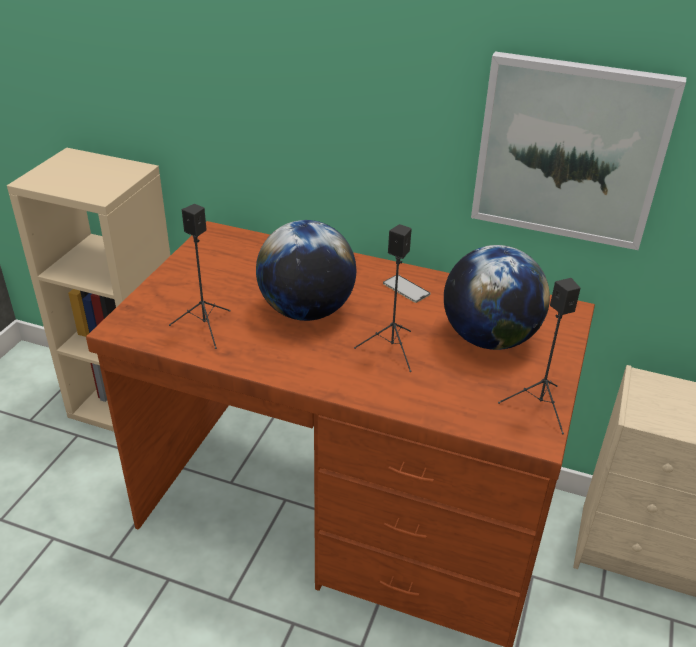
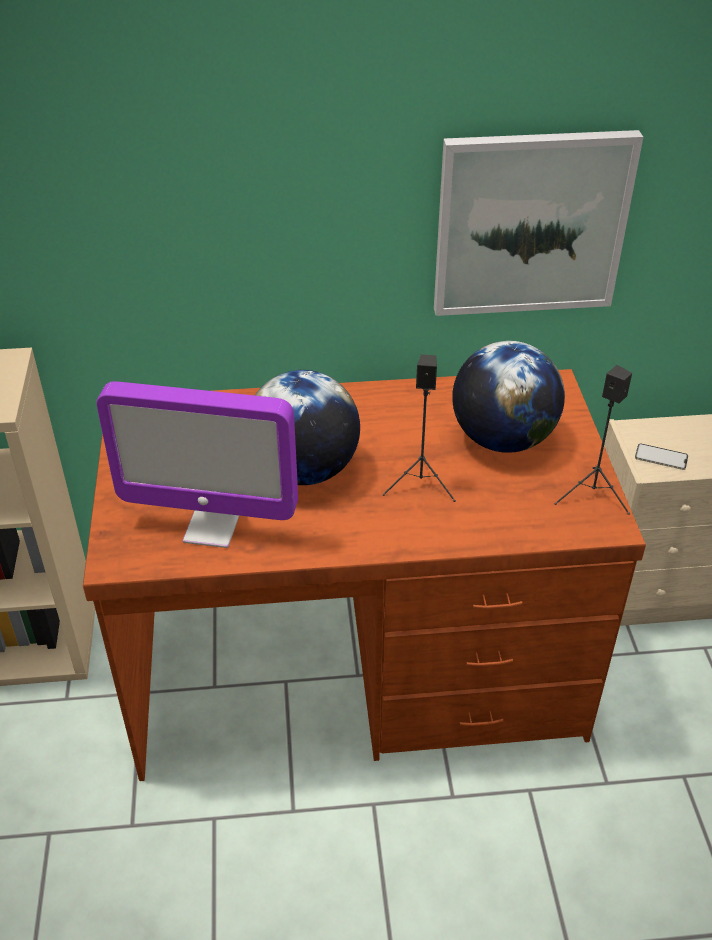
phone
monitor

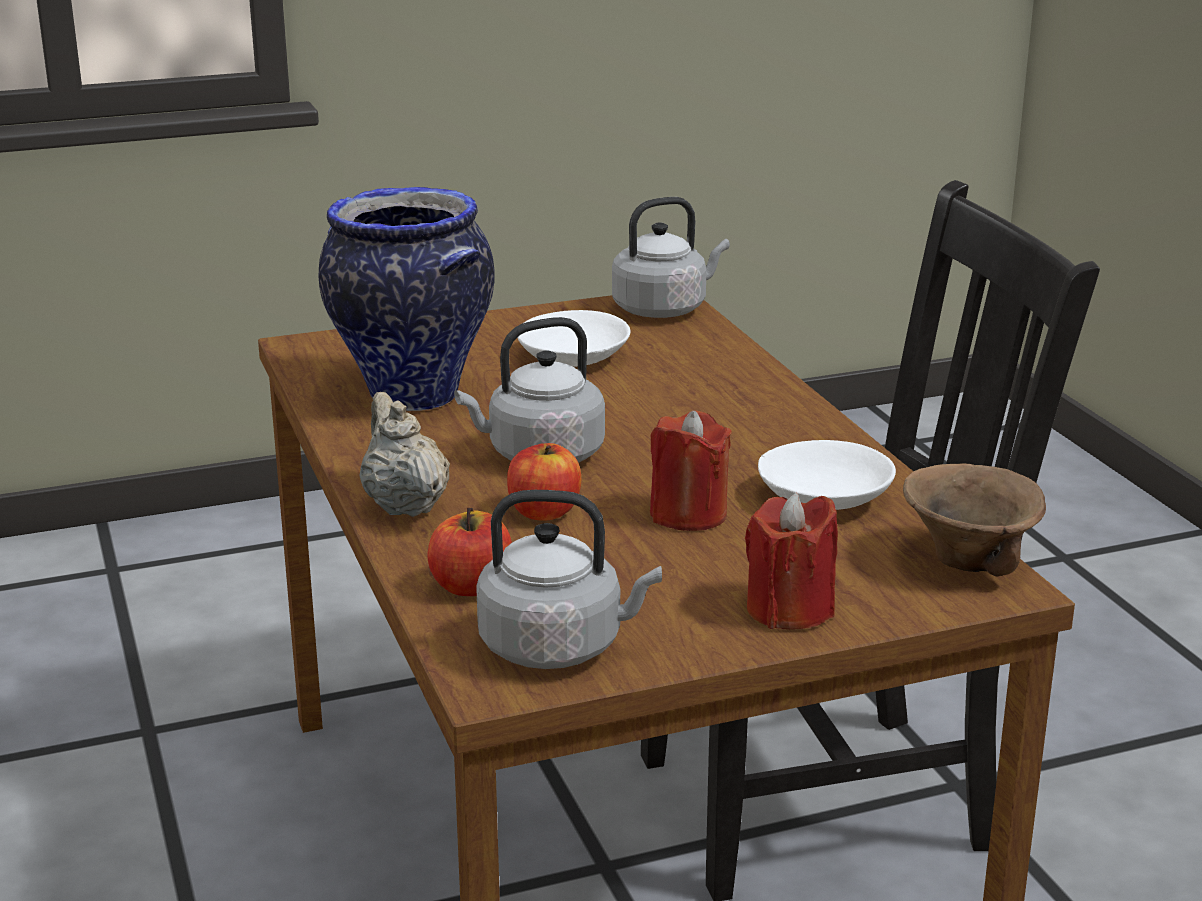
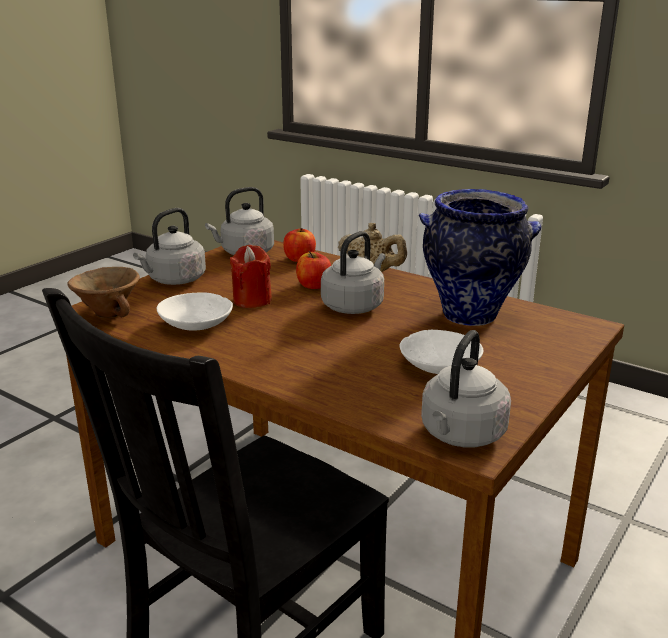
grey_kettle (1st from left)

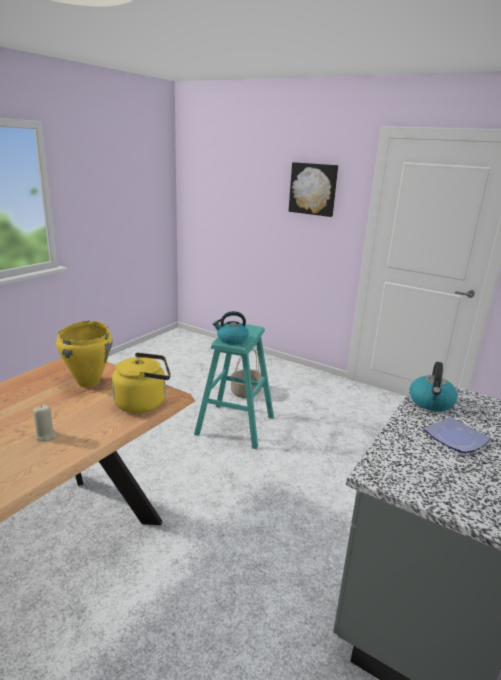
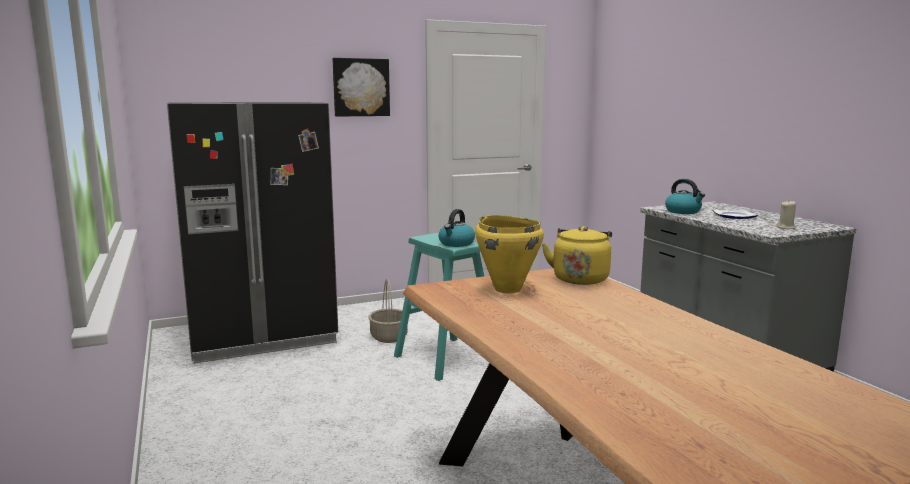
black_fridge
beige_candle

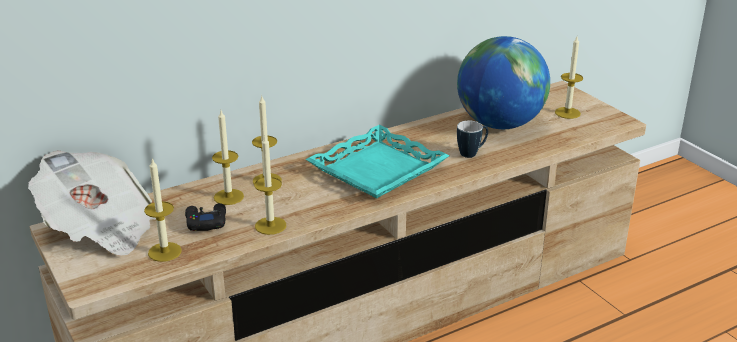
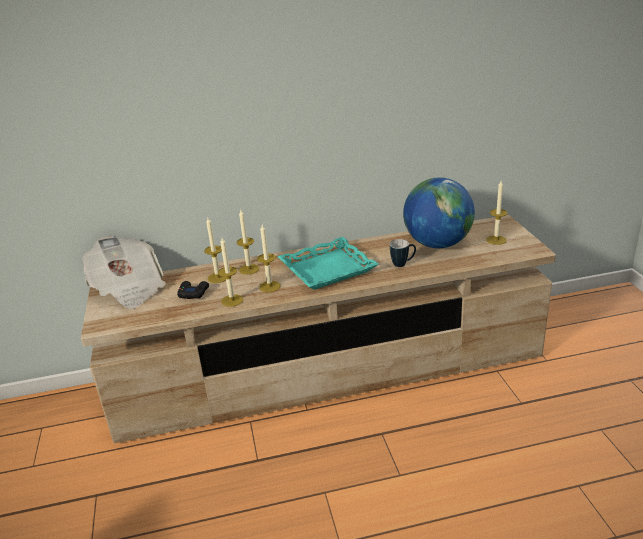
candle (4th from left)

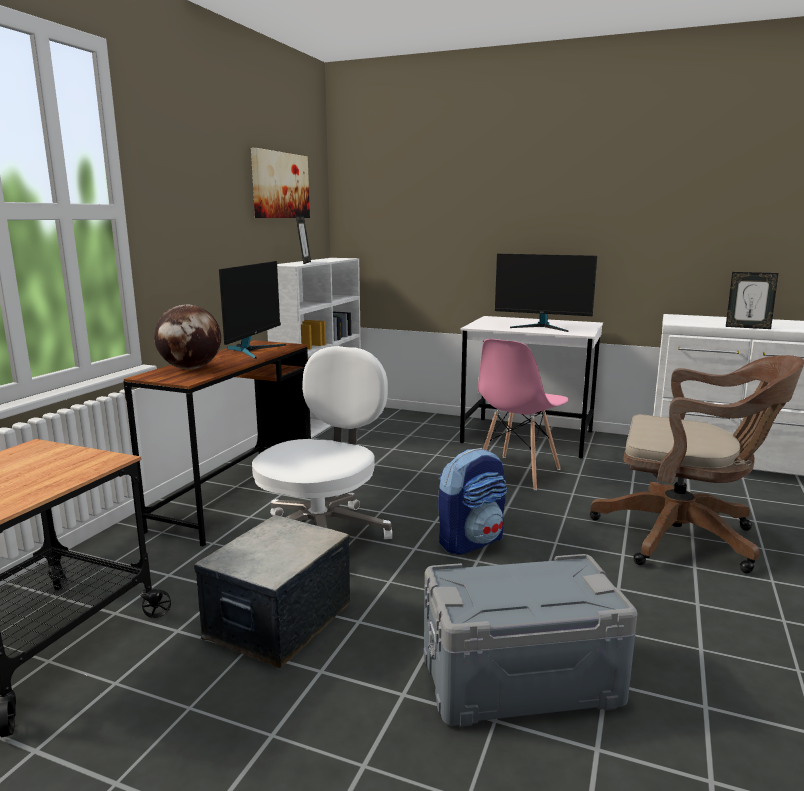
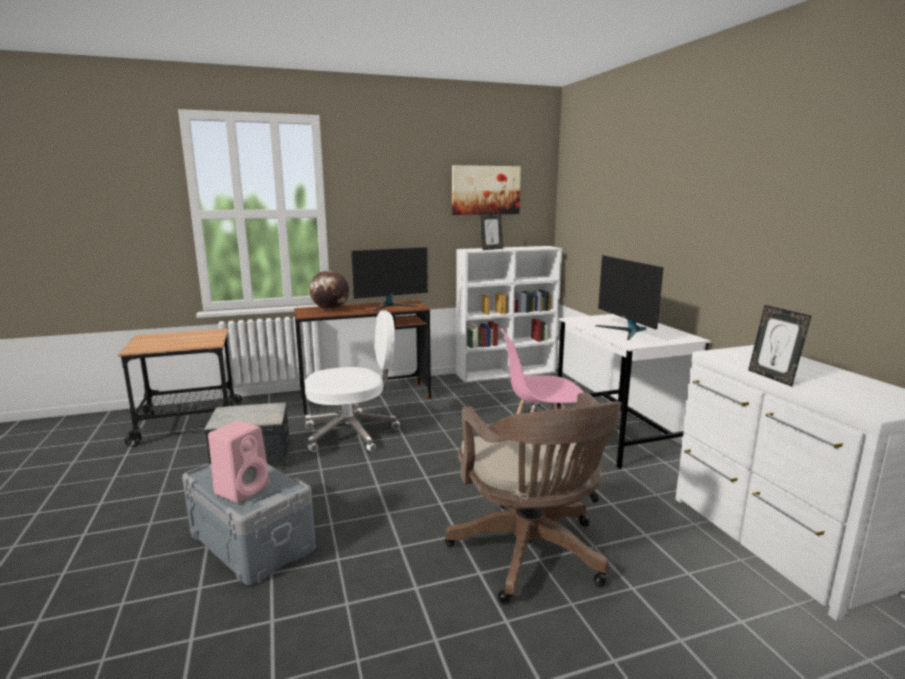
backpack
pink_speaker

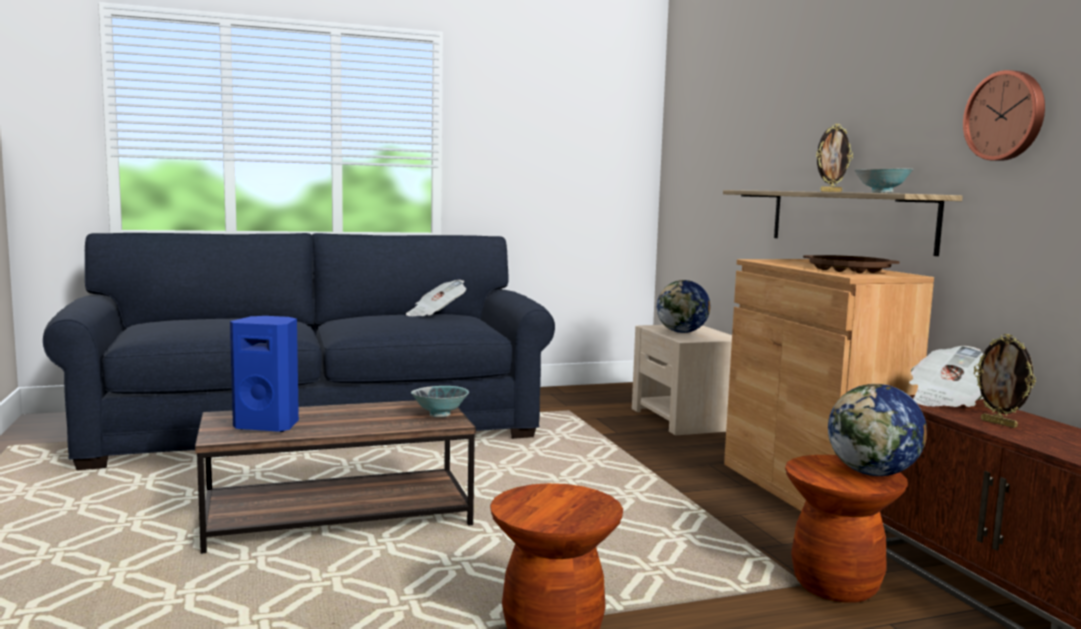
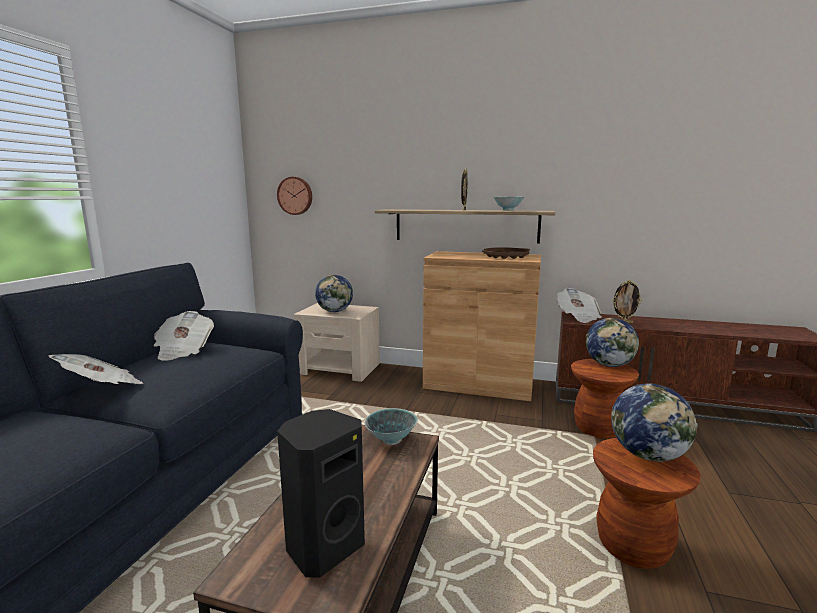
newspaper (1st from left)
globe (3rd from left)
wall_clock
black_speaker

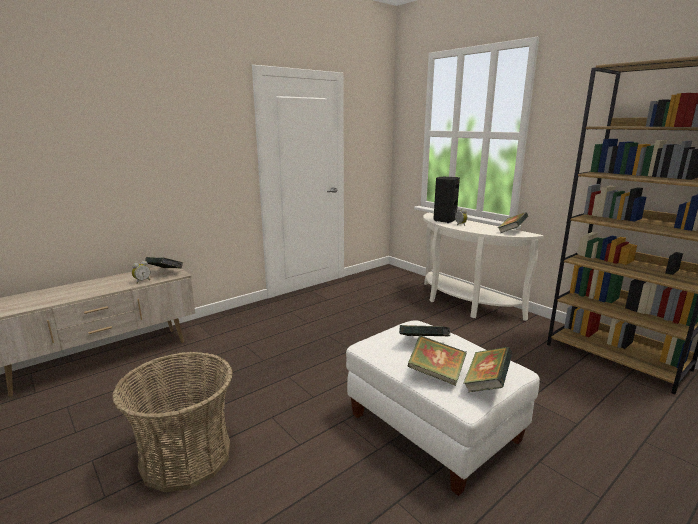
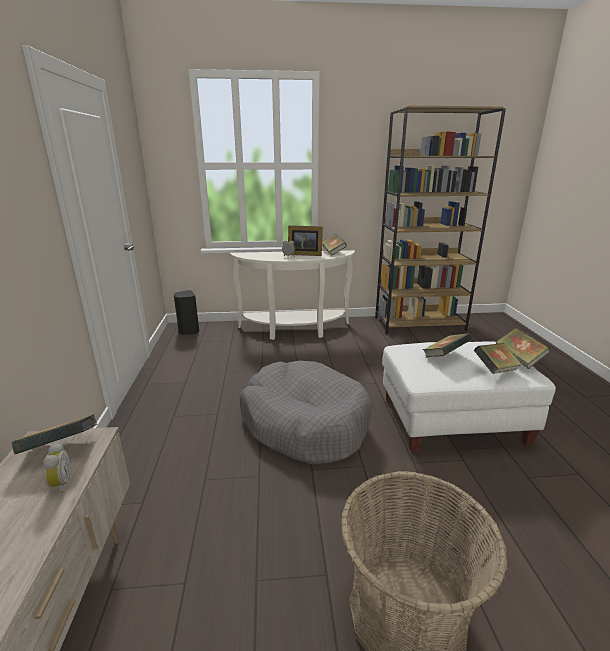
grey_dog_bed
picture_frame
black_speaker

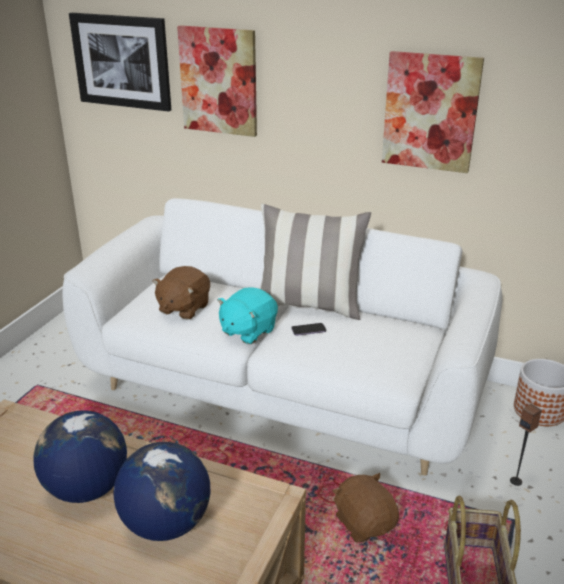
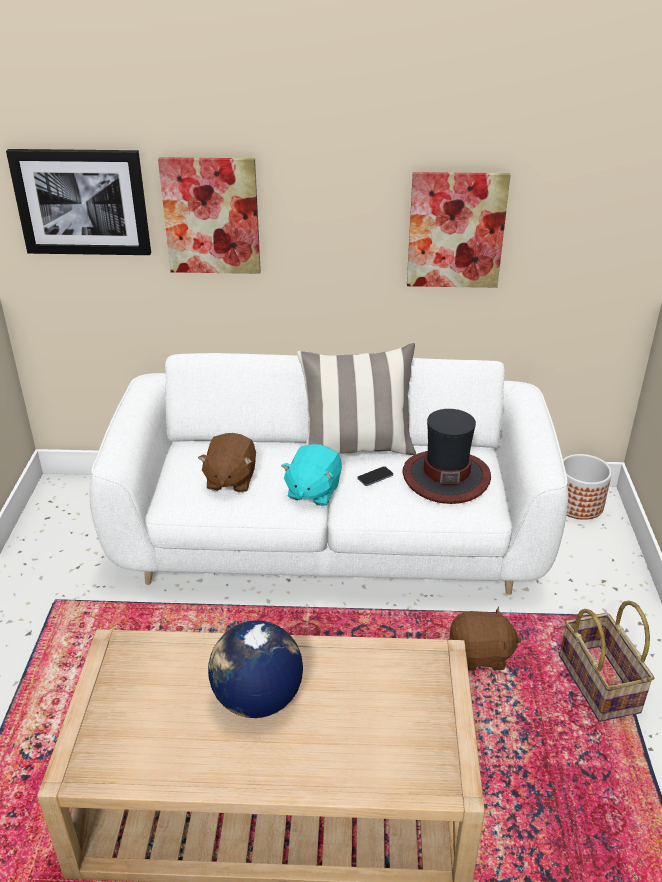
globe (2nd from left in the first image)
speaker
hat
brown_plush_toy (2nd from left)

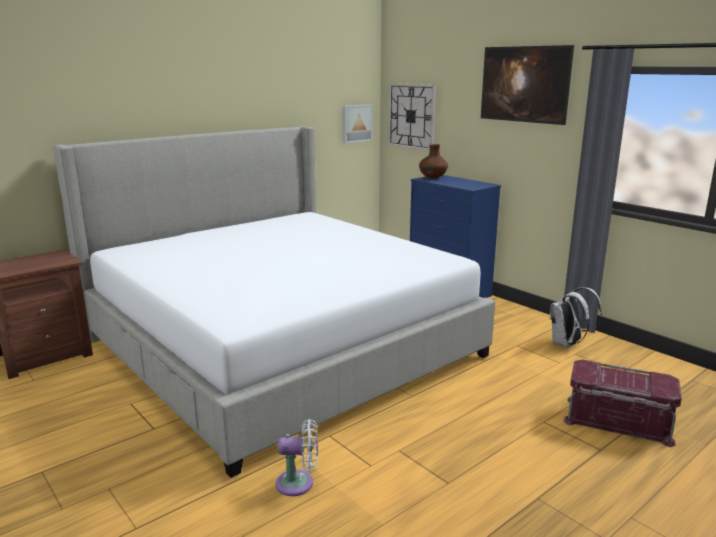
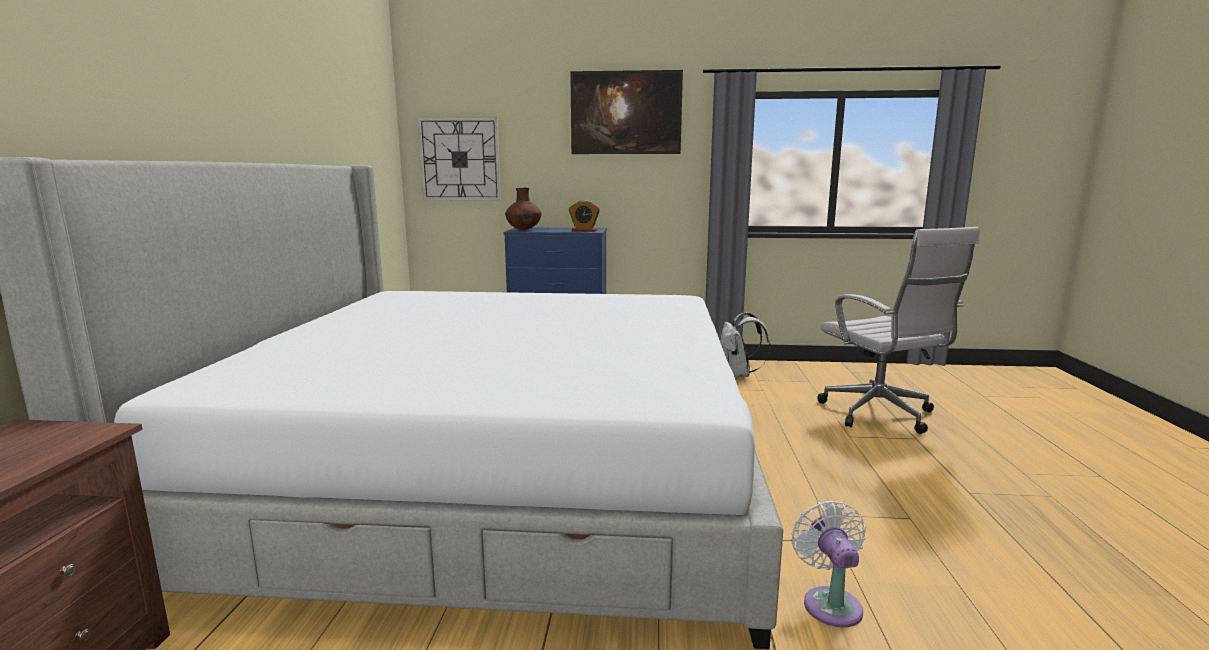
picture (1st from left in the first image)
alarm_clock
white_office_chair
white_fan

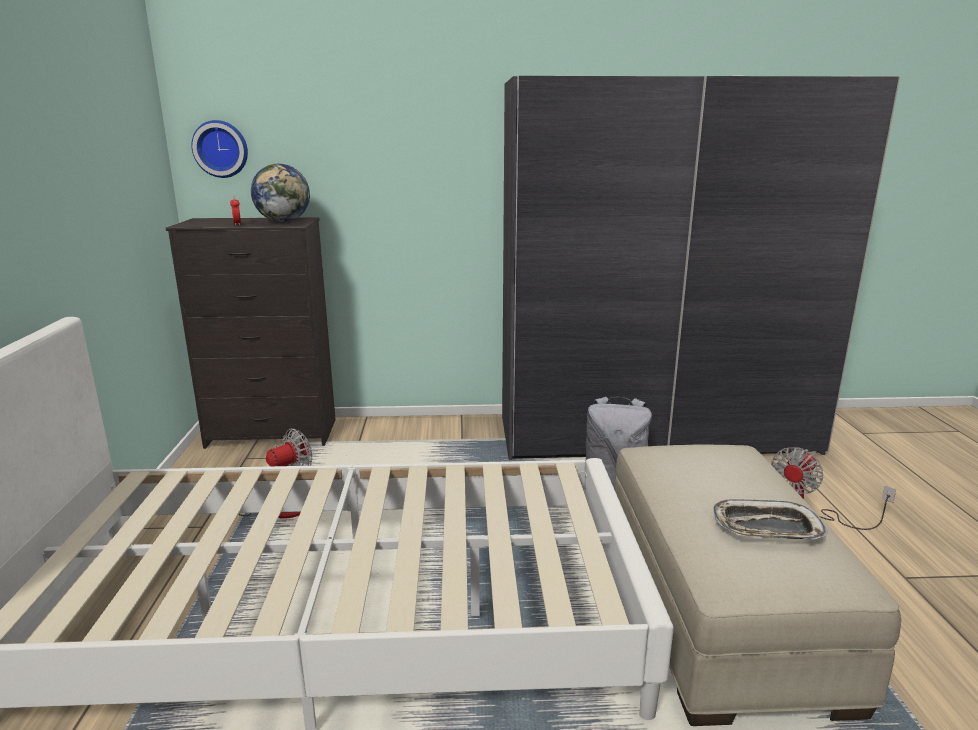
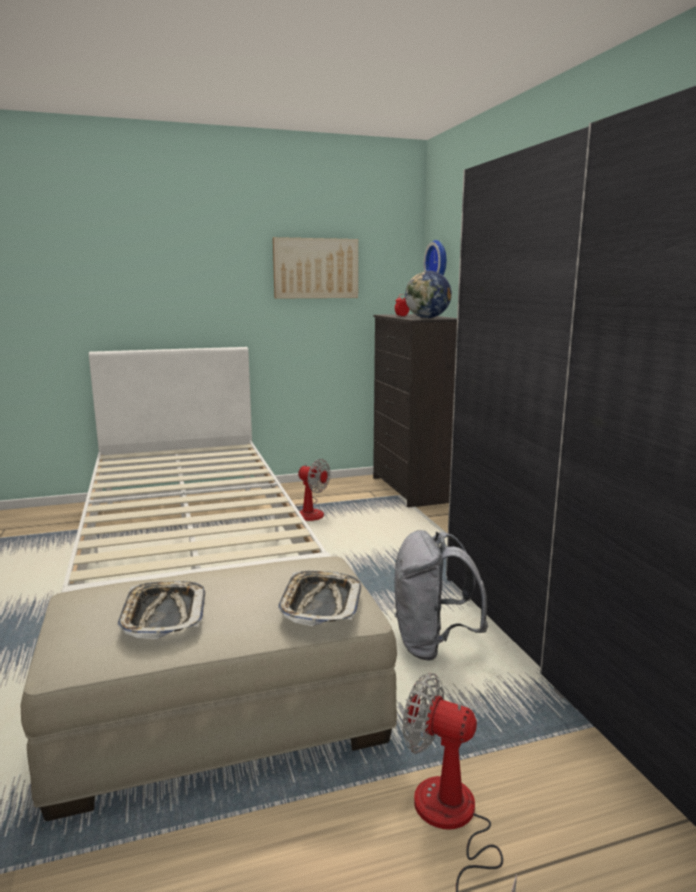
picture
tray (2nd from left)

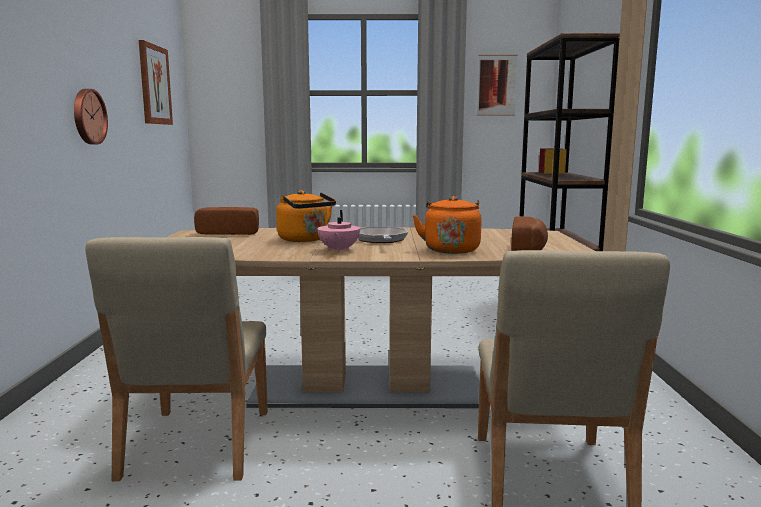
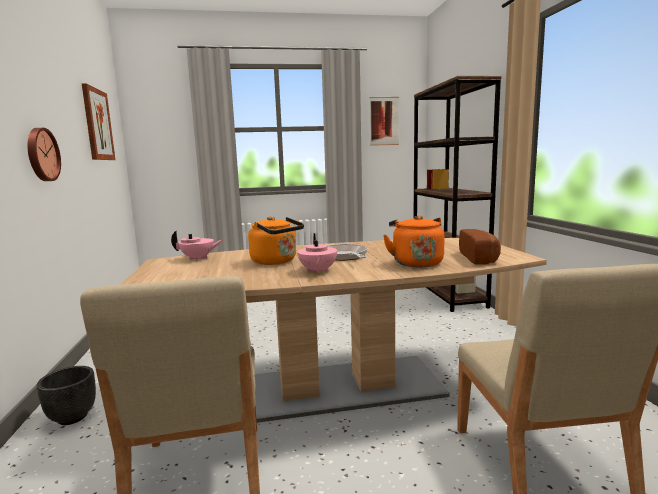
black_planter
pink_teapot (1st from left)

